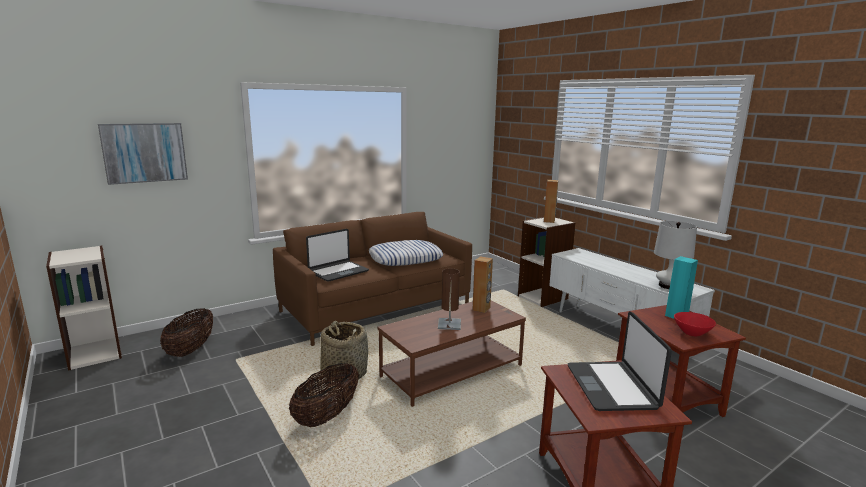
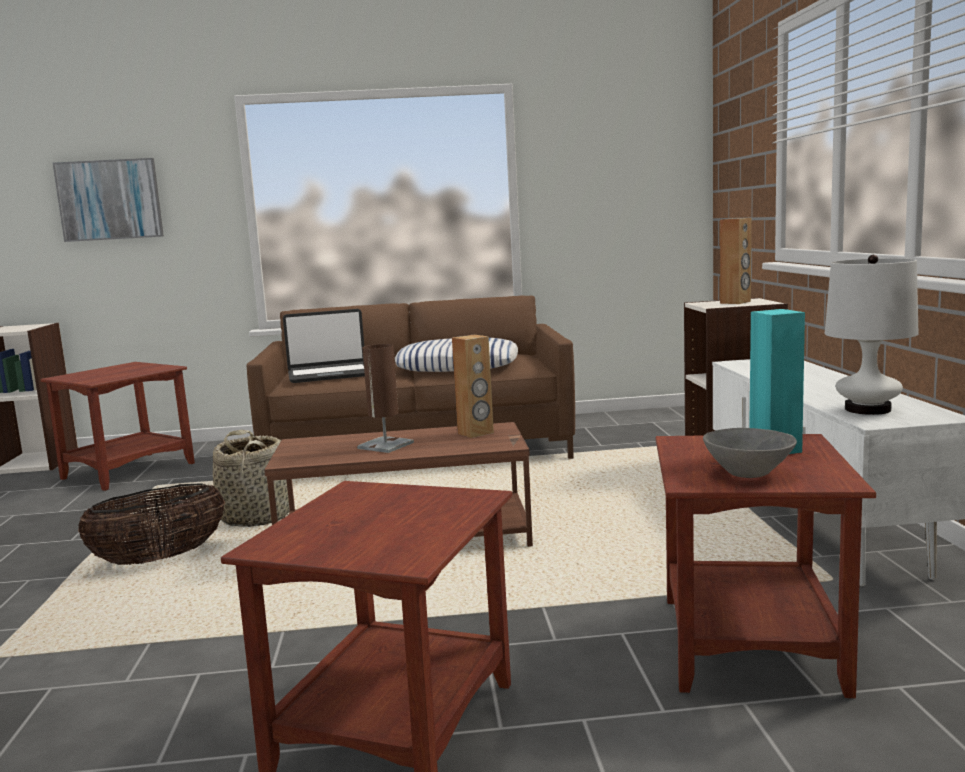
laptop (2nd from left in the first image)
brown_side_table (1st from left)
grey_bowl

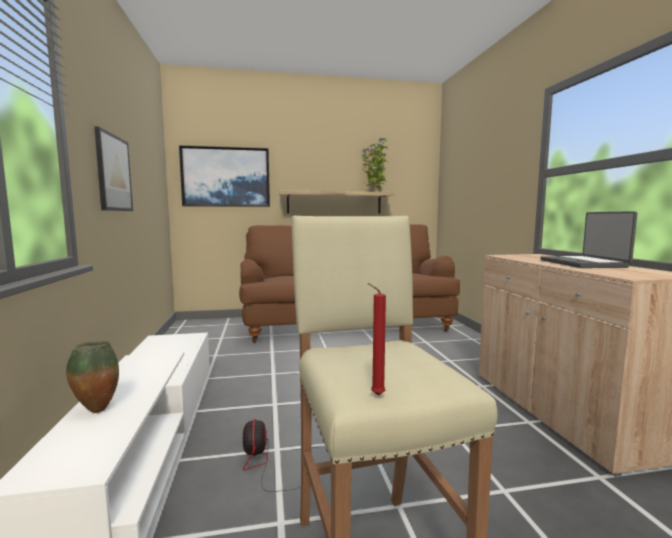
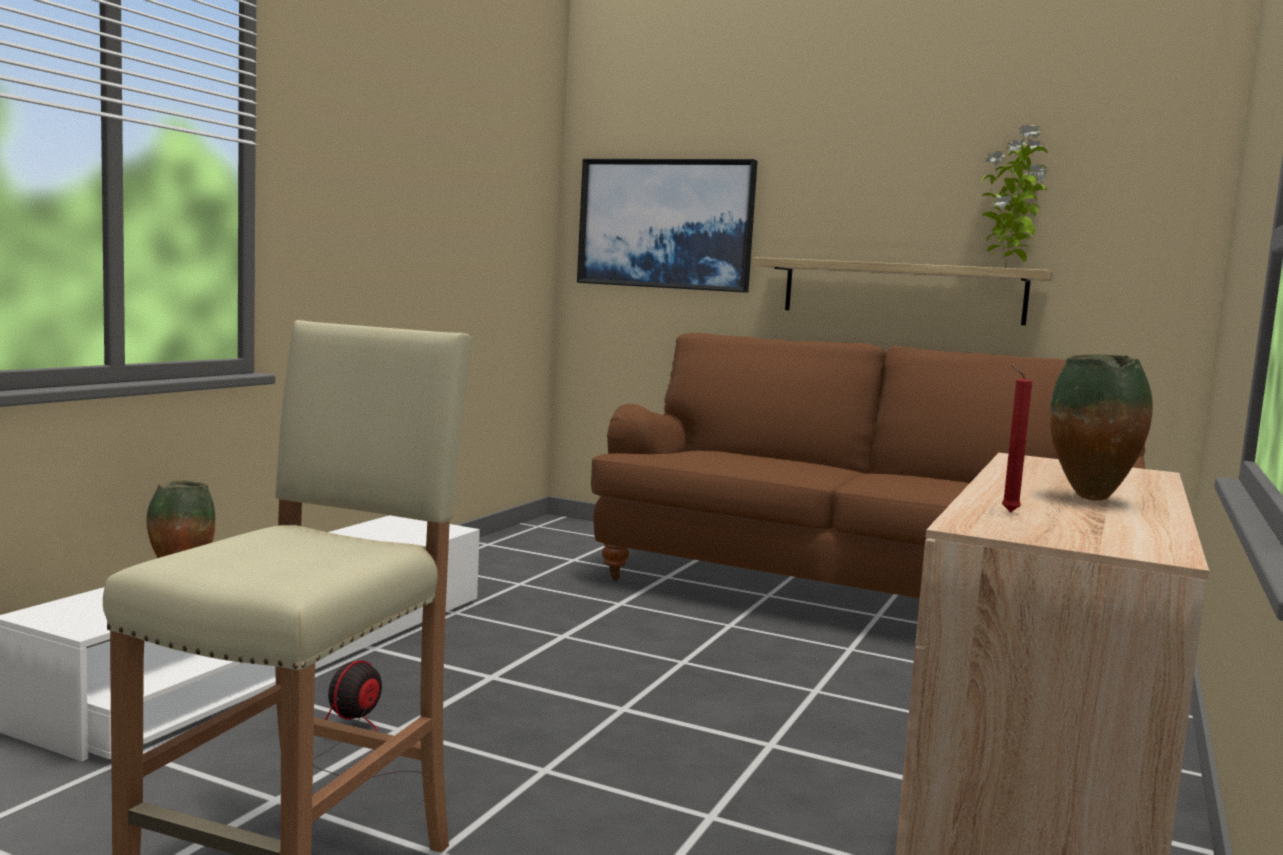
picture (1st from left in the first image)
red_candle
vase (2nd from left)

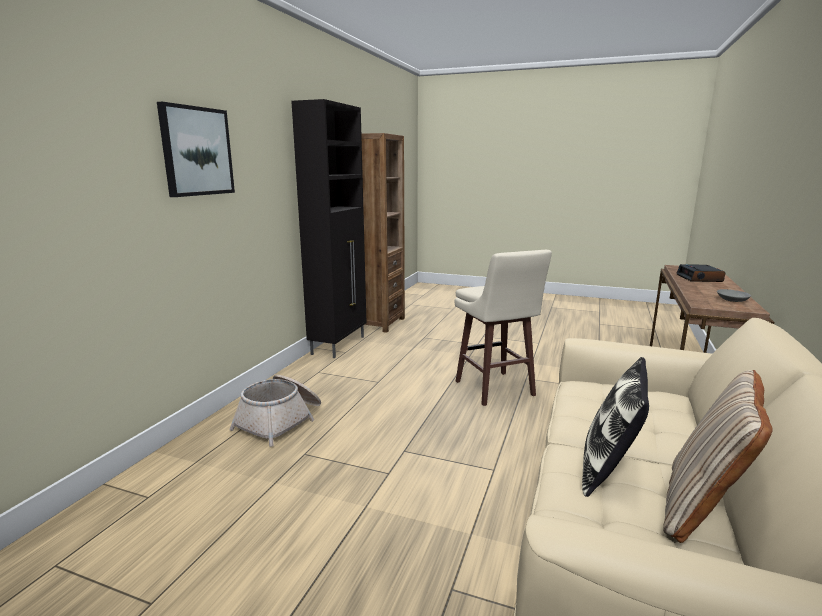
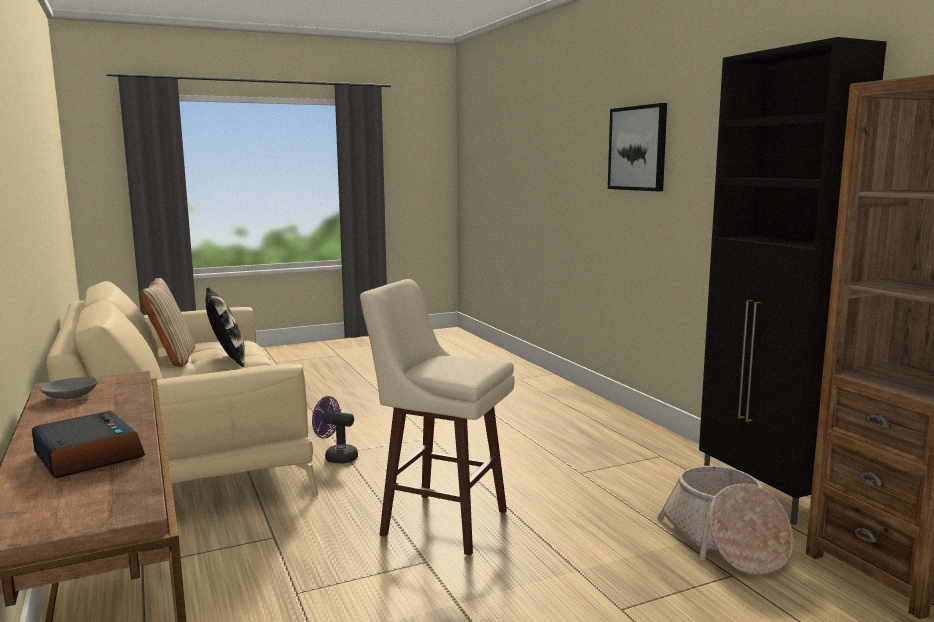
purple_fan
basket

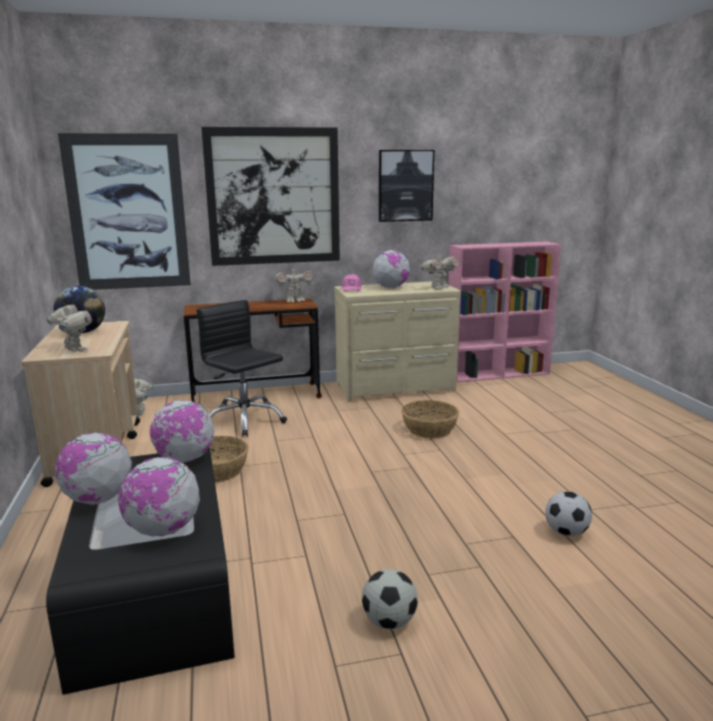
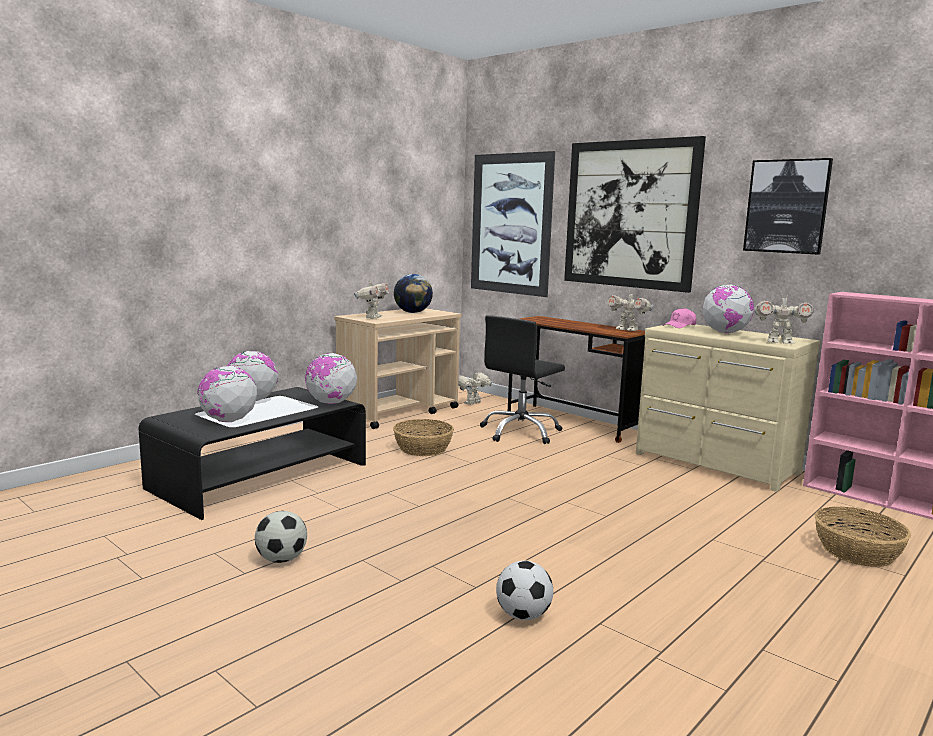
basket (2nd from left)
black_office_chair

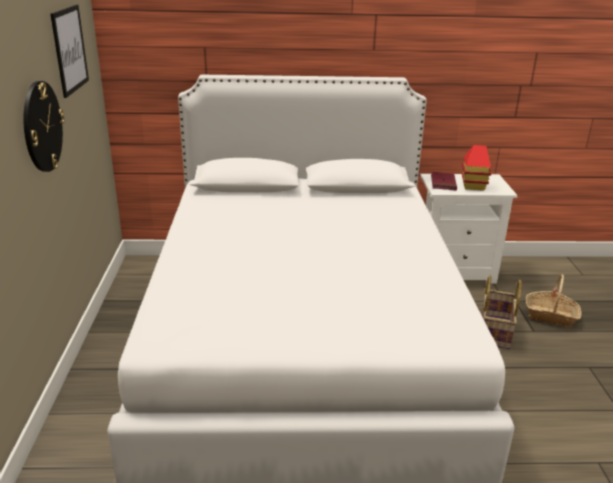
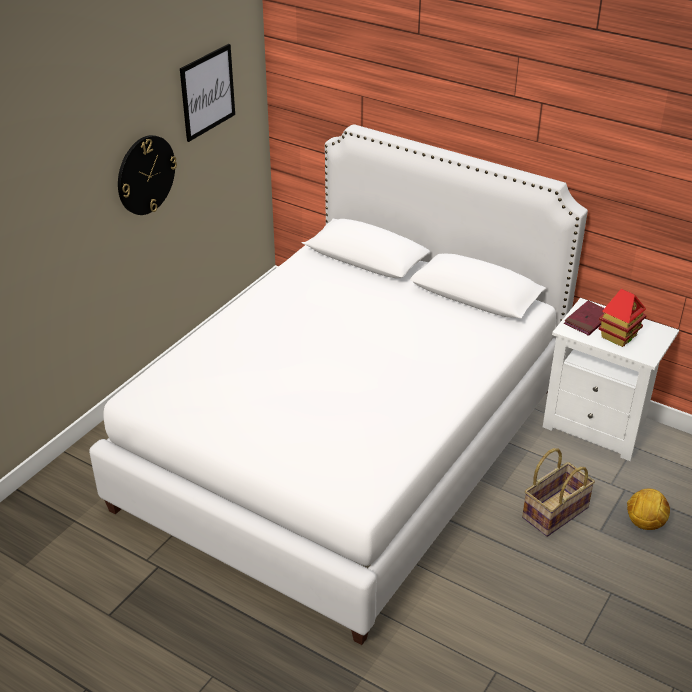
football

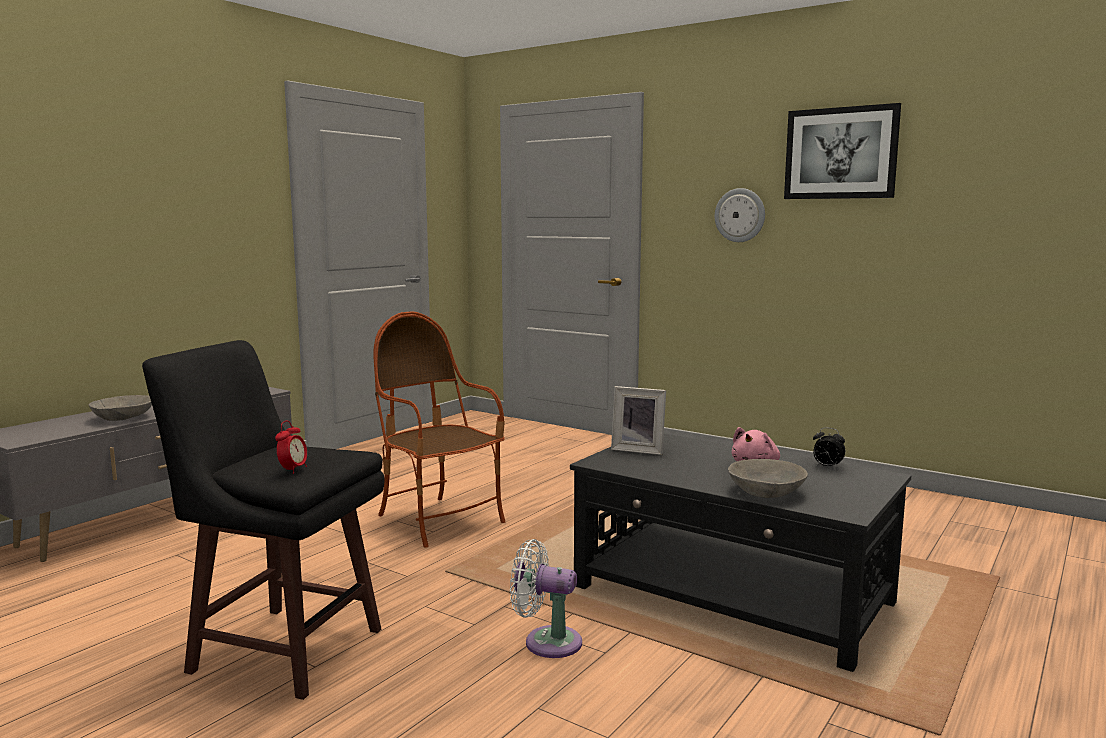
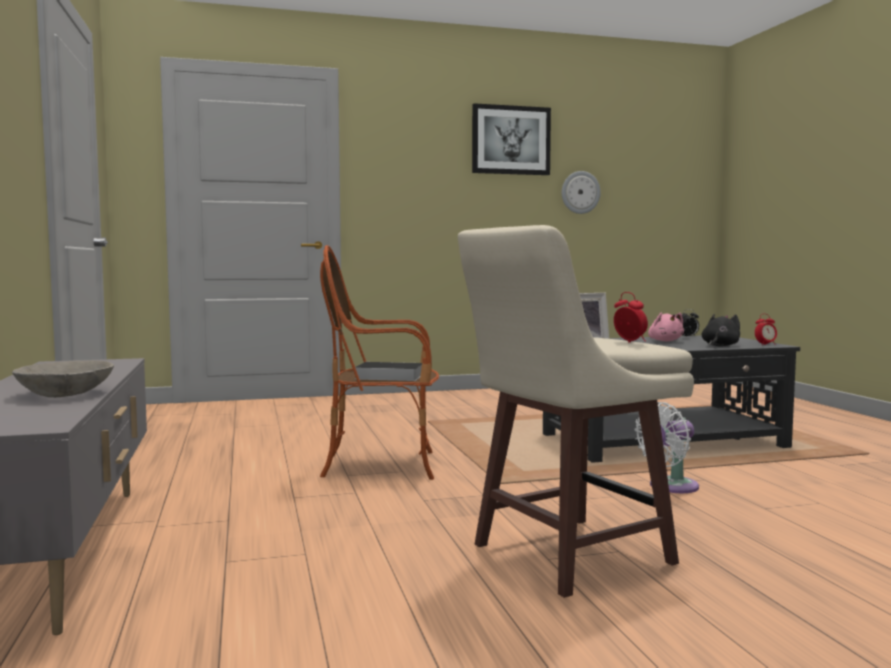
book
alarm_clock (3rd from left)
wall_clock
black_plush_toy
beige_stool

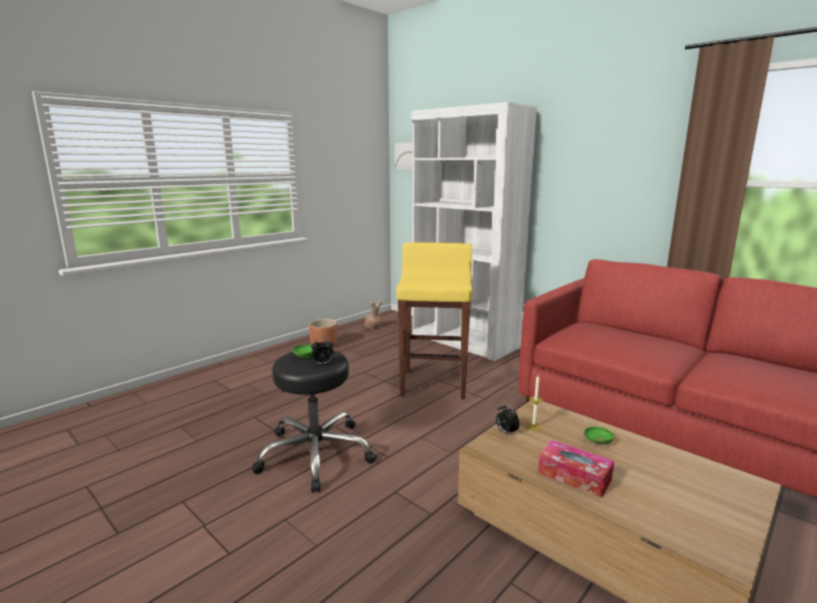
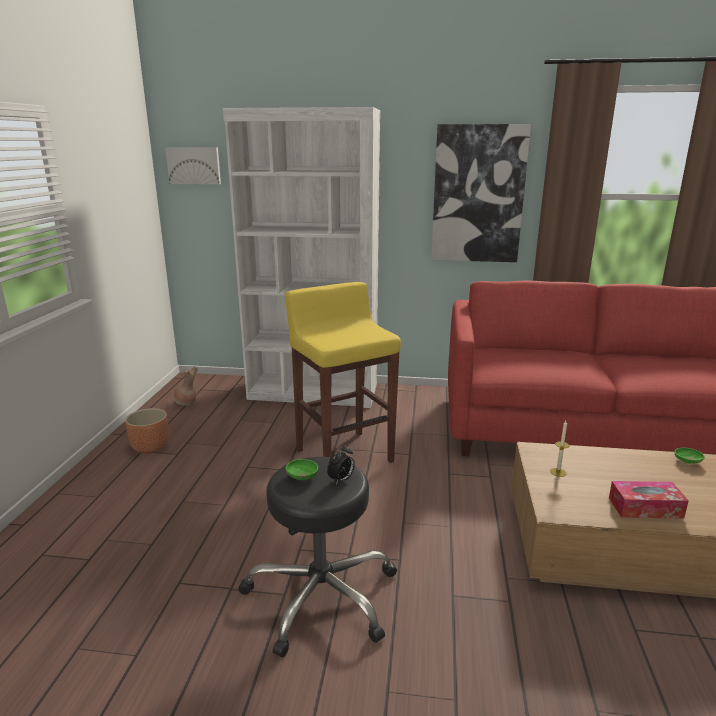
alarm_clock (2nd from left in the first image)
picture (2nd from left)
green_bowl (2nd from left)

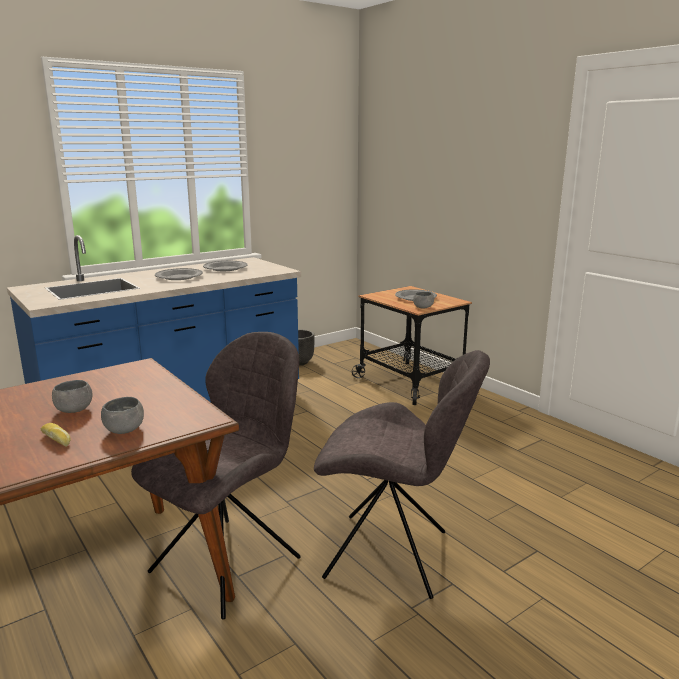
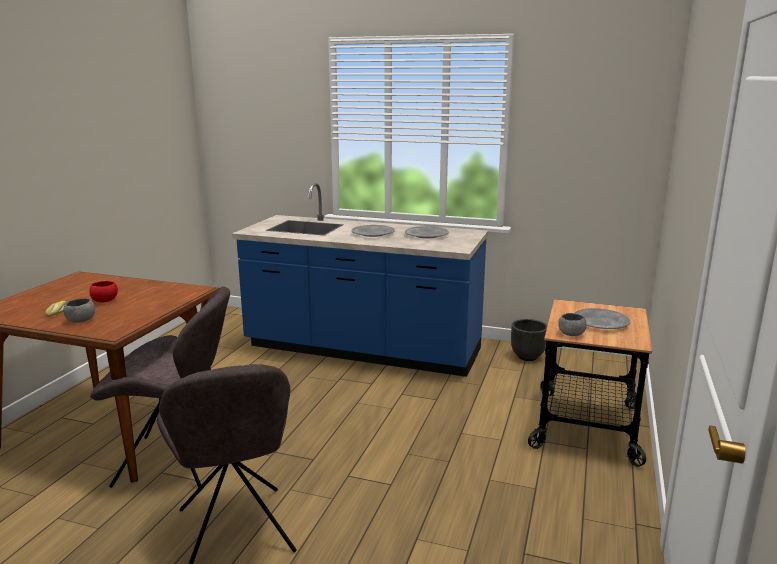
red_bowl

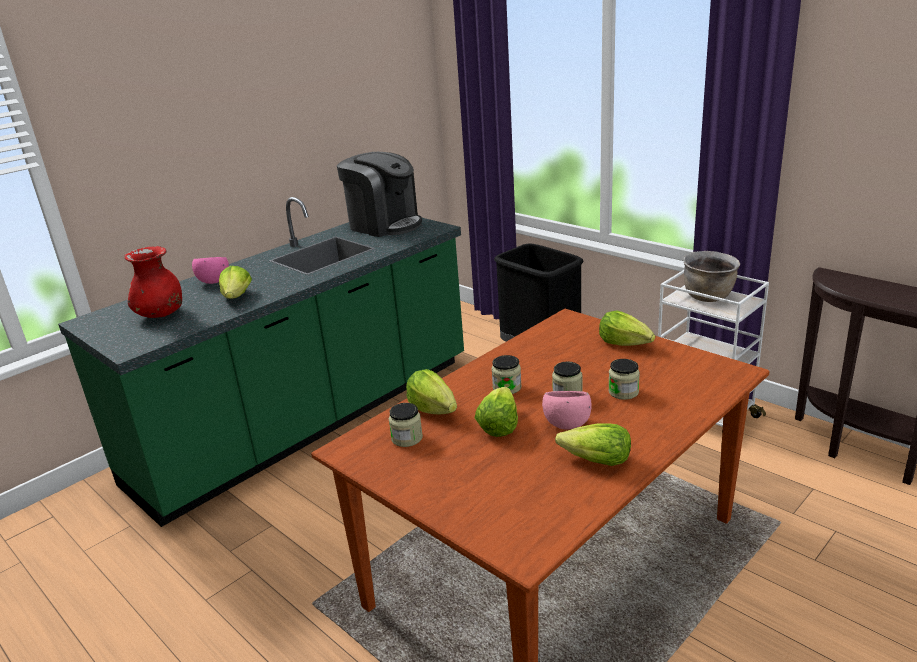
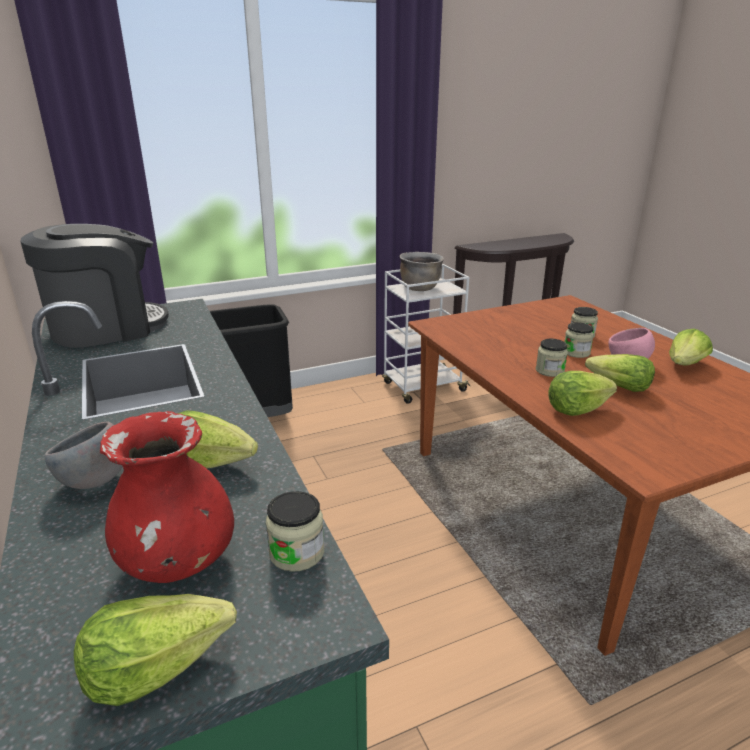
jar (1st from left)
lettuce (1st from left)
grey_bowl

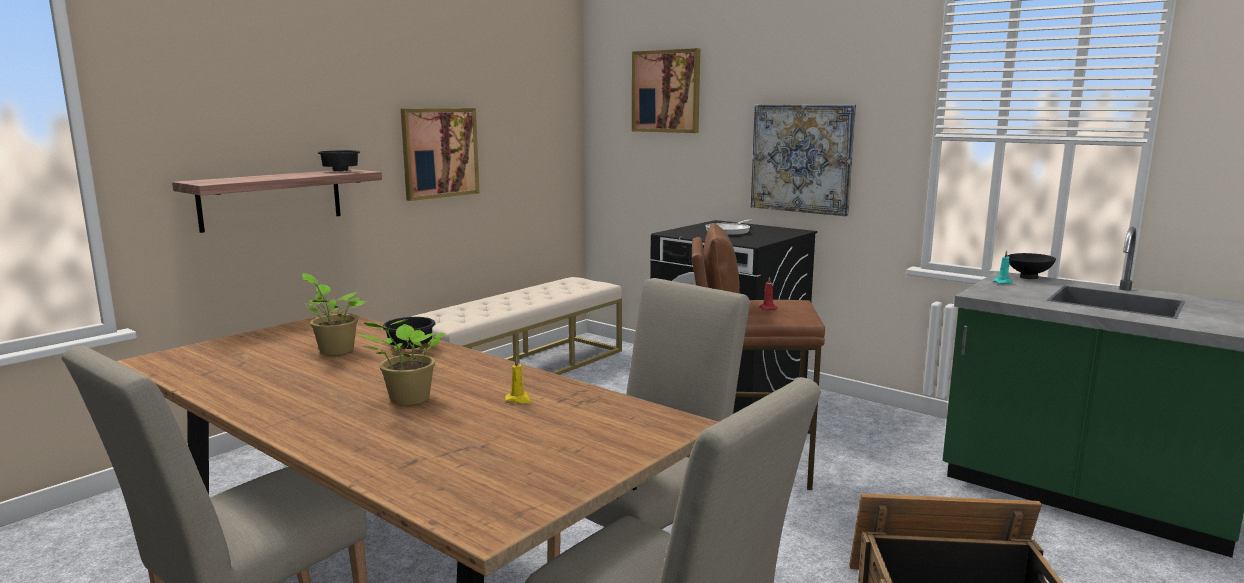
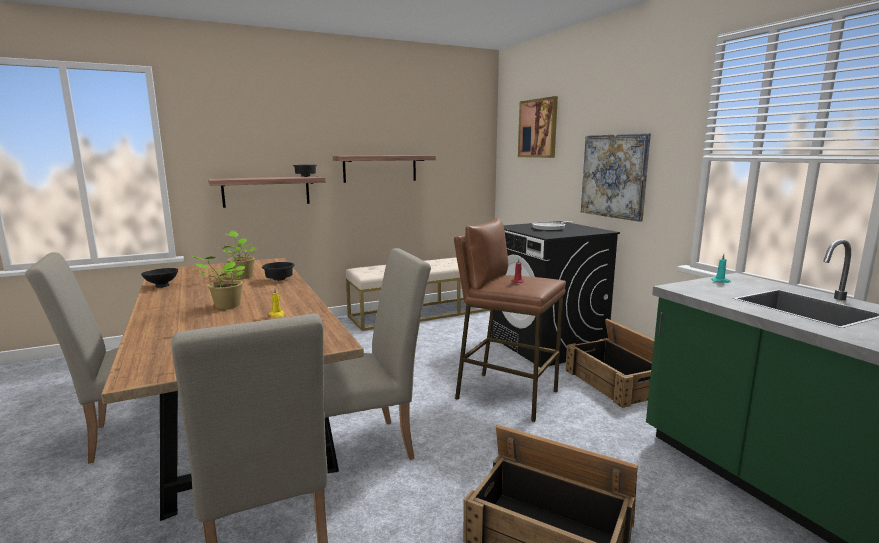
crate (2nd from left)
black_bowl (1st from left)
shelf (2nd from left)

